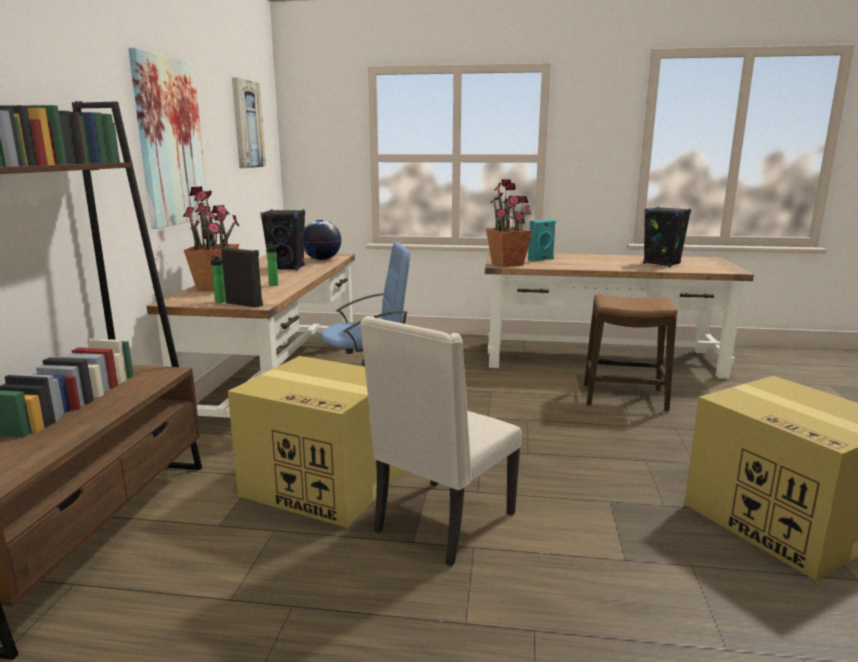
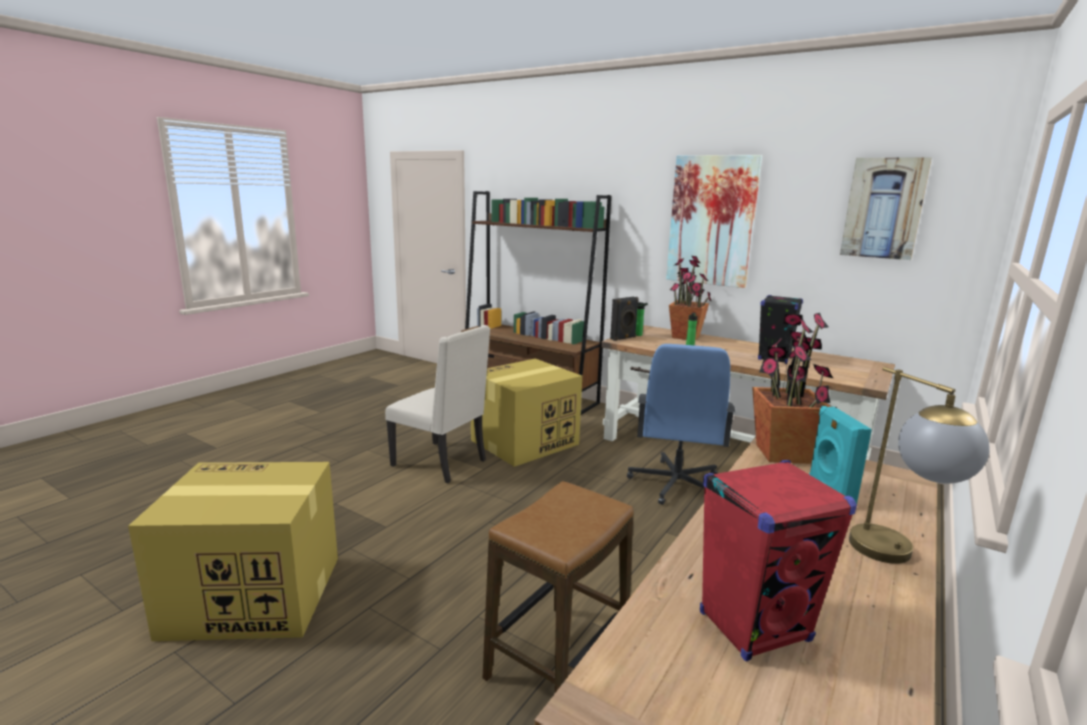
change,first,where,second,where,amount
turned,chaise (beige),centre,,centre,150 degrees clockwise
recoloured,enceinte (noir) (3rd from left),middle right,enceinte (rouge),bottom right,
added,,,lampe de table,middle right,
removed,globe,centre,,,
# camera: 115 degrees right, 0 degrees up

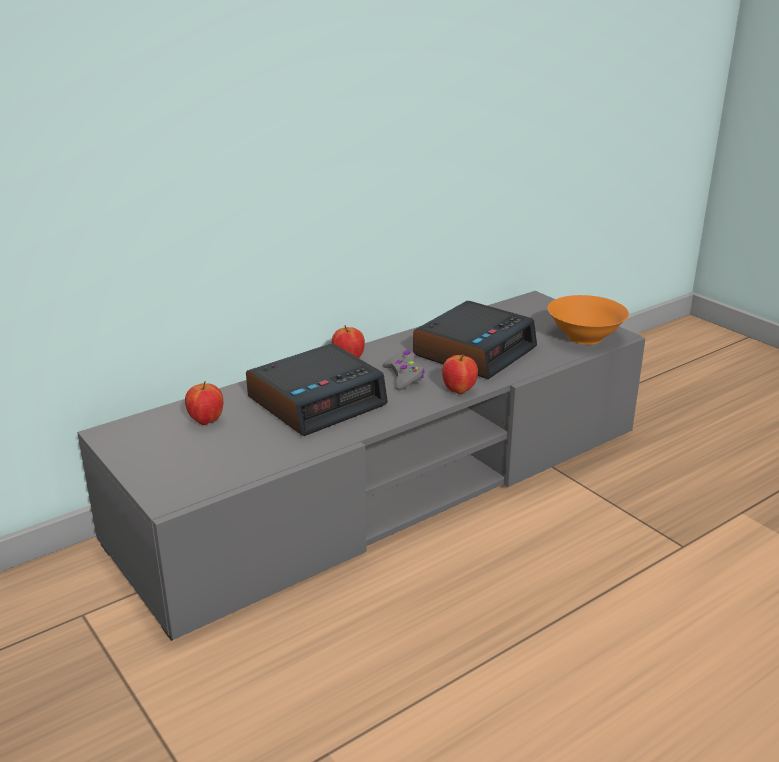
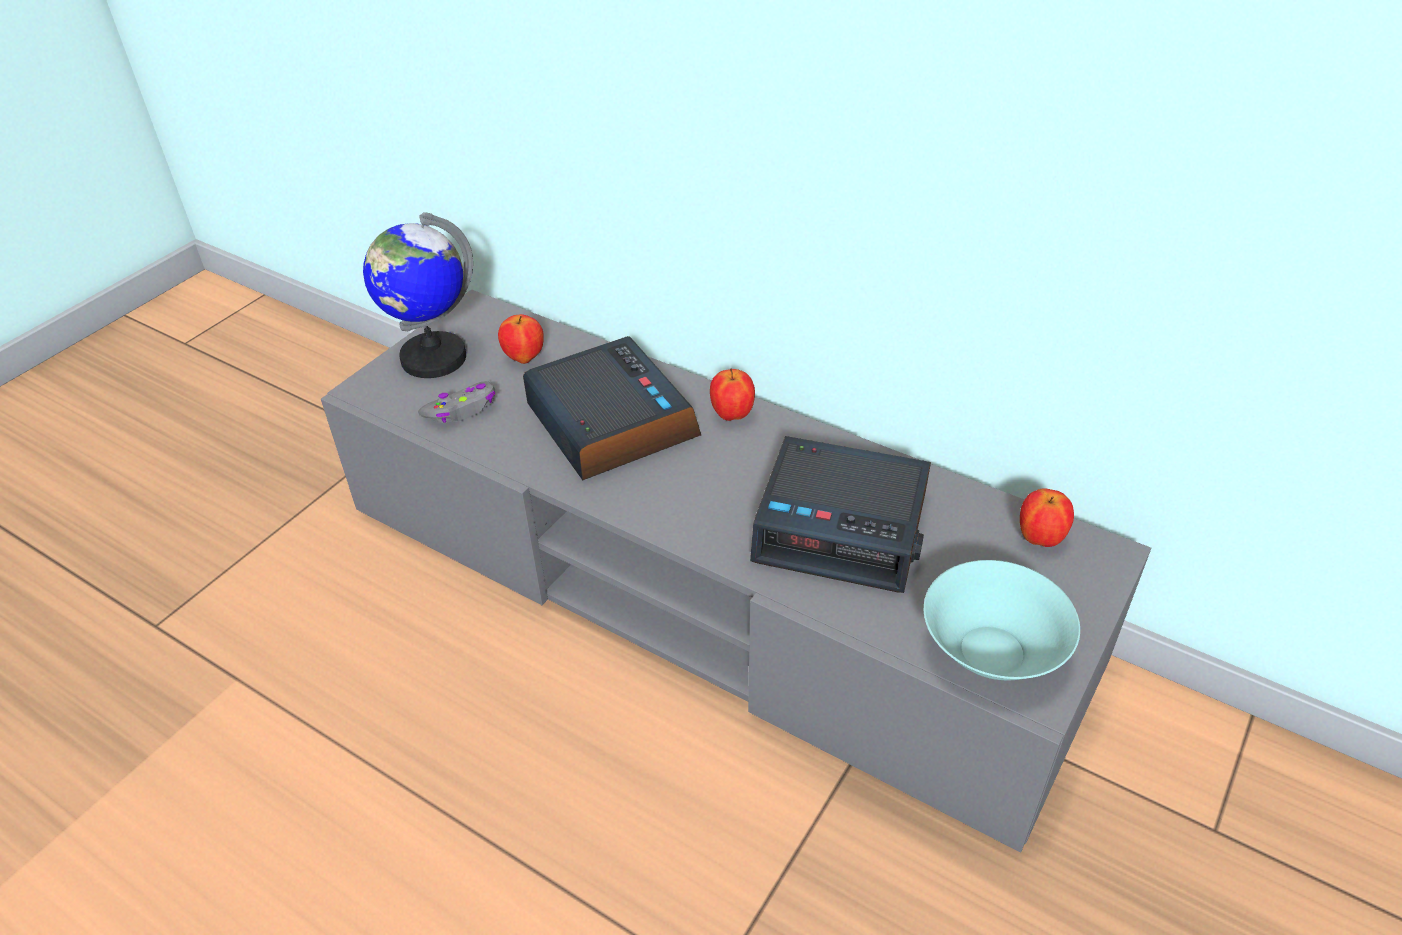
change,first,where,second,where,amount
added,,,globe,top left,
moved,manette (gris),centre,,middle left,
turned,réveil (1st from left),centre,,centre,150 degrees counterclockwise
recoloured,bol (orange),middle right,bol (turquoise),middle right,
moved,pomme (3rd from left),centre,,middle right,
# camera: 70 degrees right, 15 degrees up

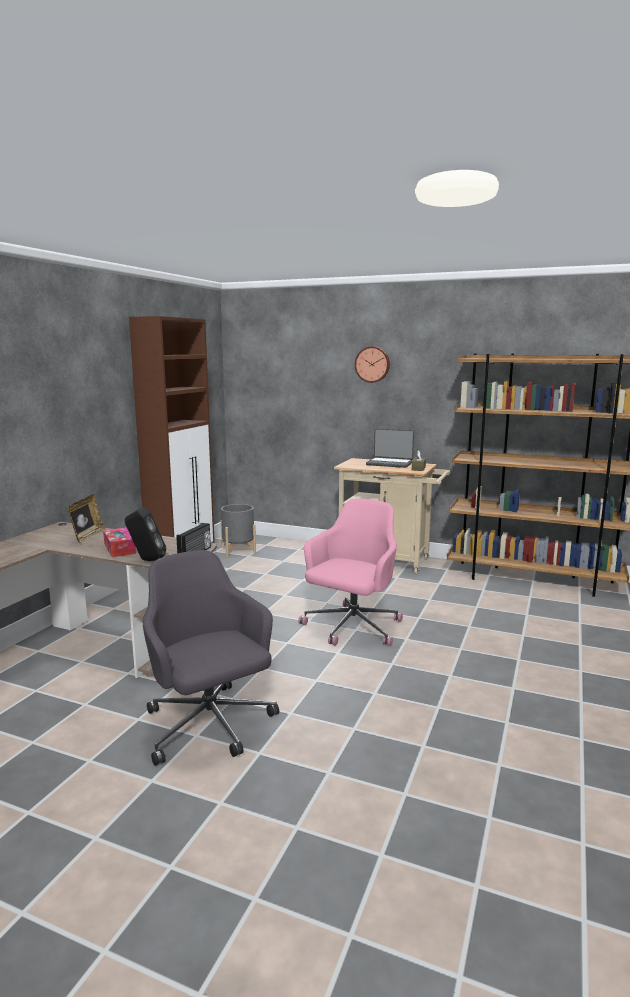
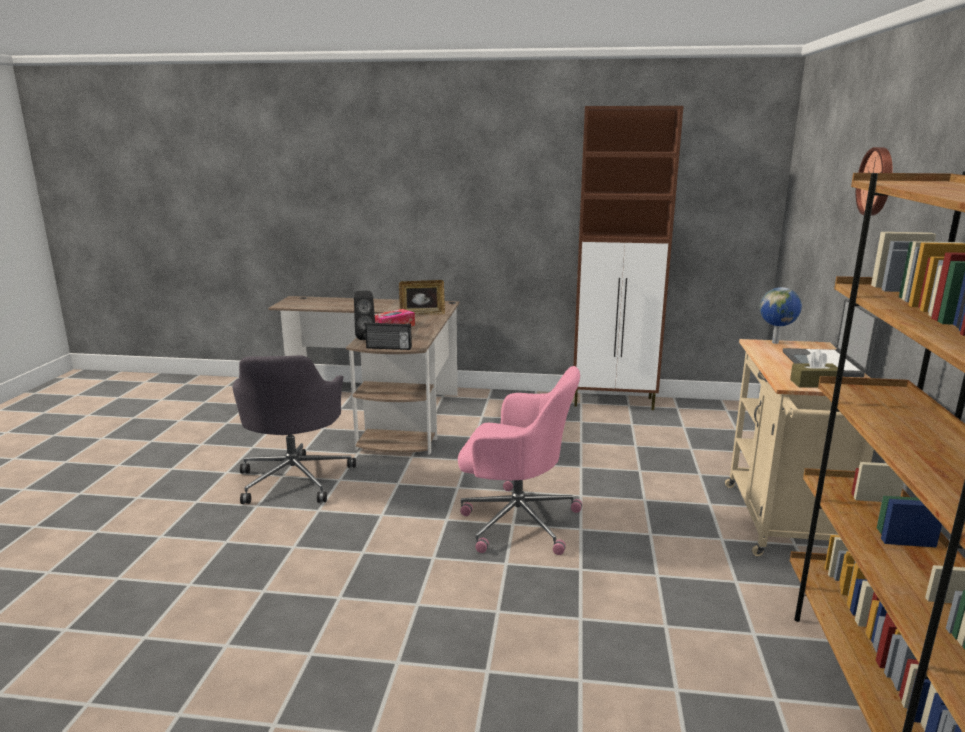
change,first,where,second,where,amount
turned,chaise de bureau (gris),centre,,middle left,135 degrees clockwise
added,,,globe,middle right,
removed,cache-pot (gris),centre,,,
# camera: 75 degrees right, 5 degrees up

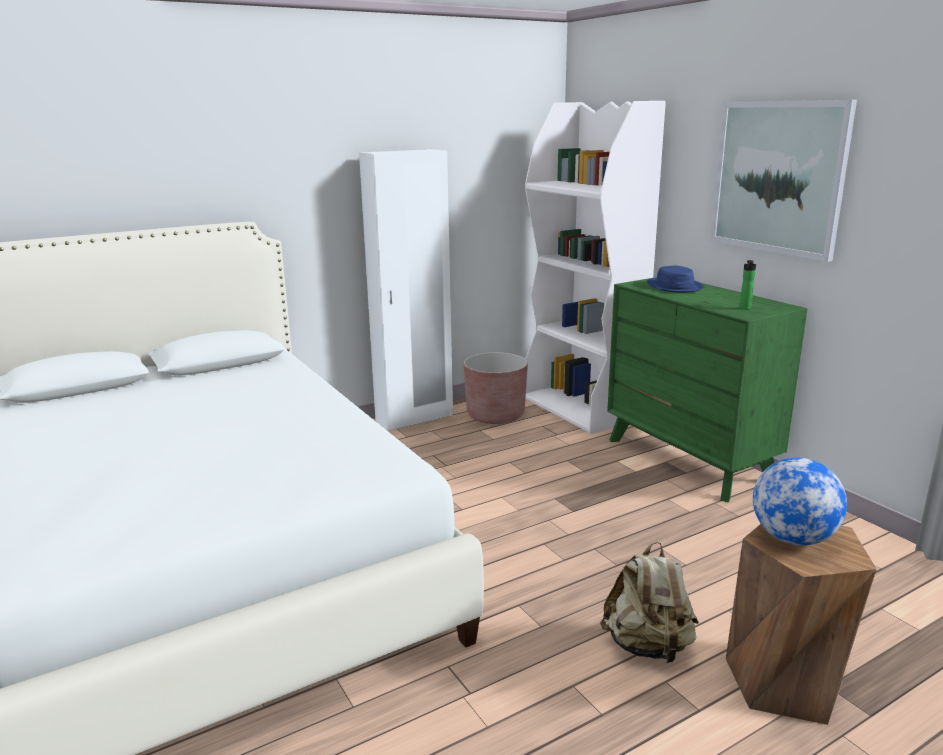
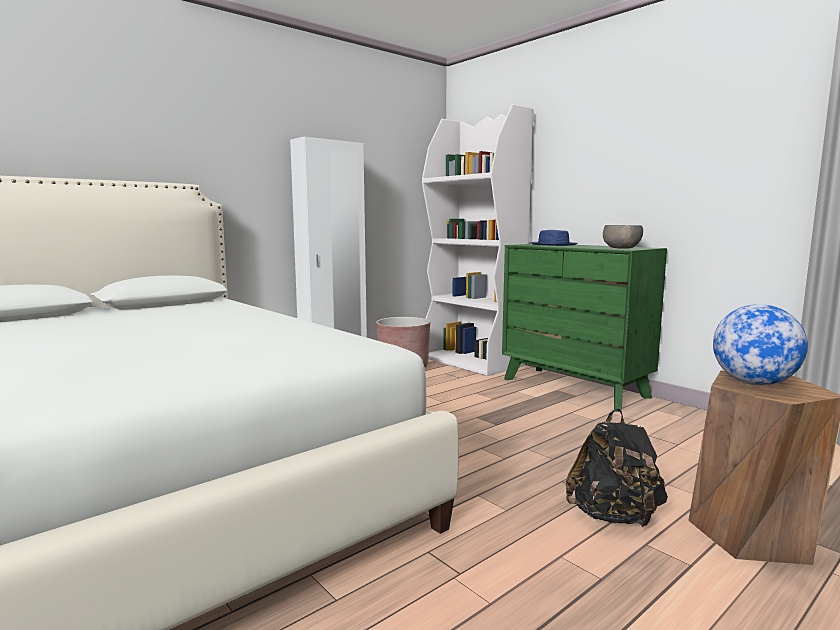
change,first,where,second,where,amount
recoloured,sac à dos (beige),bottom right,sac à dos (noir),bottom right,
replaced,bouteille,middle right,bol (gris),middle right,
removed,tableau,top right,,,
# camera: 10 degrees left, 10 degrees down

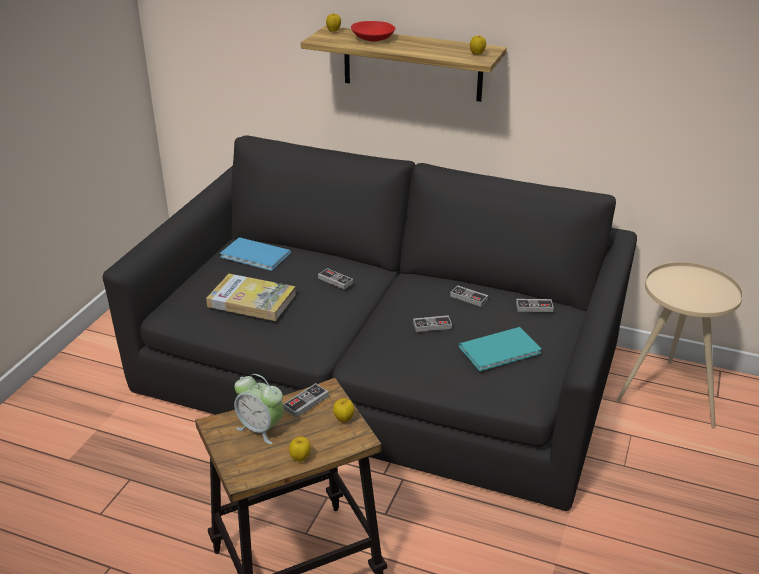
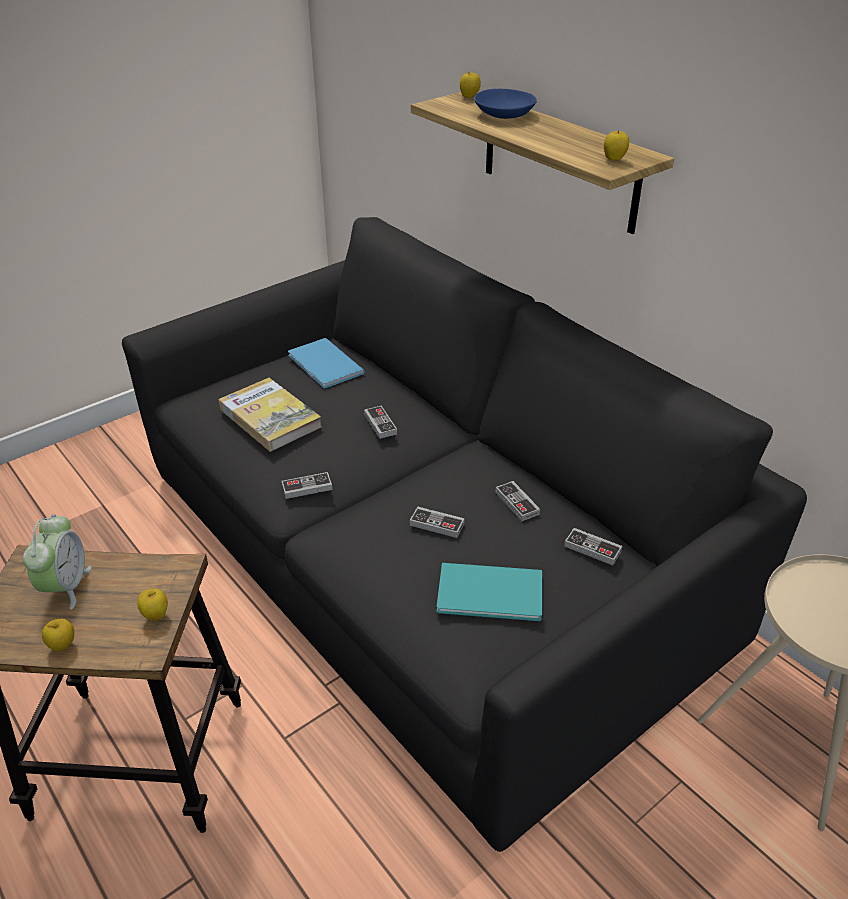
change,first,where,second,where,amount
turned,réveil,bottom centre,,middle left,150 degrees counterclockwise
moved,manette (1st from left),bottom centre,,centre,
recoloured,bol (rouge),top centre,bol (bleu),top centre,
# camera: 30 degrees right, 5 degrees up

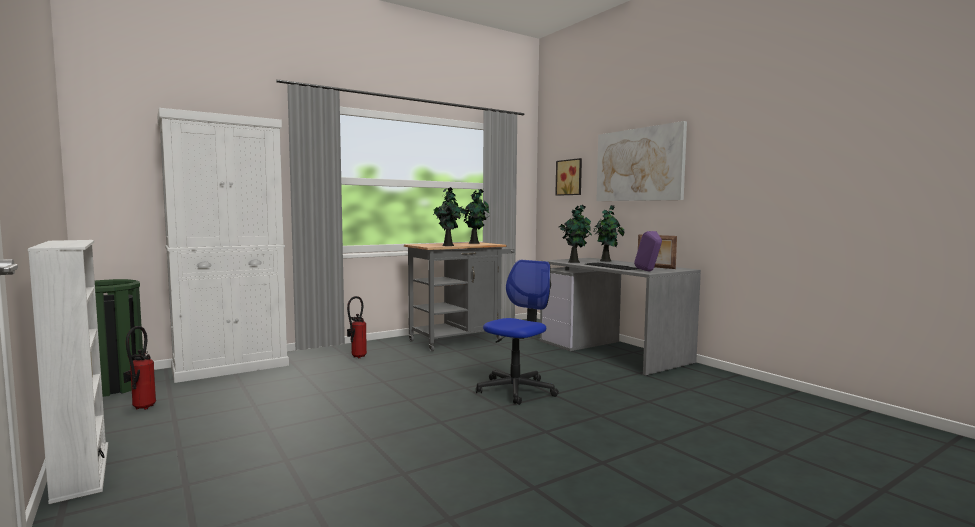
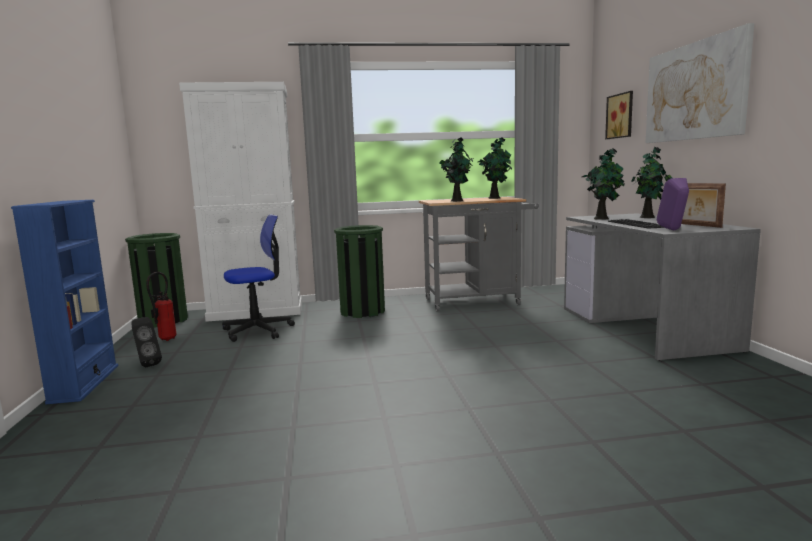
change,first,where,second,where,amount
recoloured,bibliothèque (blanc),bottom left,bibliothèque (bleu),middle left,
added,,,enceinte (noir),middle left,
moved,chaise de bureau,centre,,middle left,
replaced,extincteur (2nd from left),centre,poubelle (vert) (2nd from left),centre,
# camera: 25 degrees right, 5 degrees up

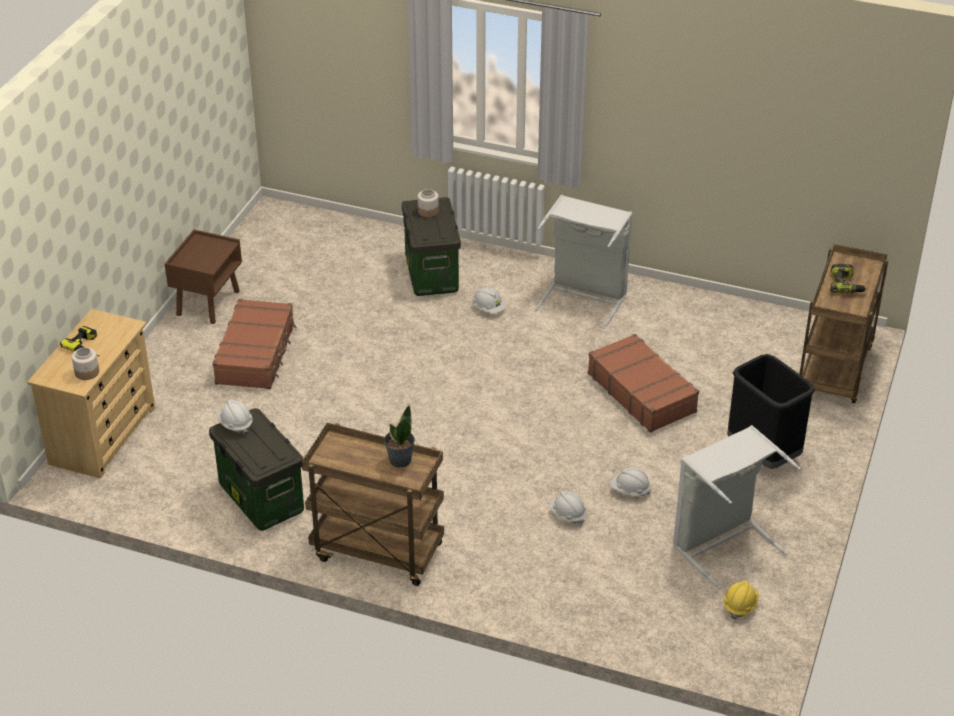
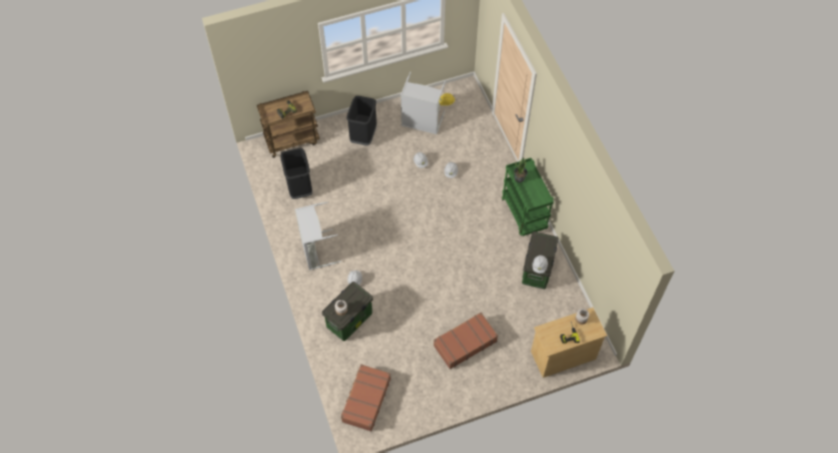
change,first,where,second,where,amount
added,,,poubelle (noir) (1st from left),centre,
moved,valise (marron) (2nd from left in the first image),middle right,valise (marron) (1st from left),bottom centre,
recoloured,chariot (marron) (1st from left),bottom centre,chariot (vert),centre,
removed,table de chevet (marron),middle left,,,
# camera: 130 degrees left, 20 degrees up

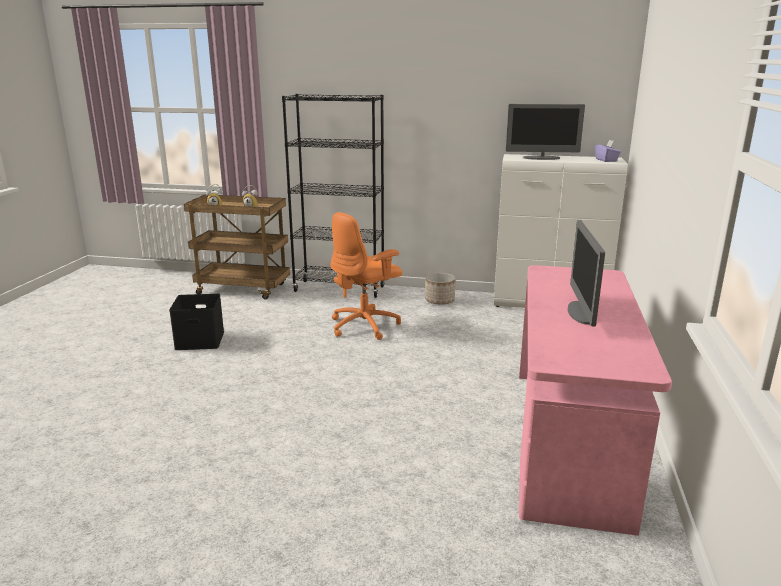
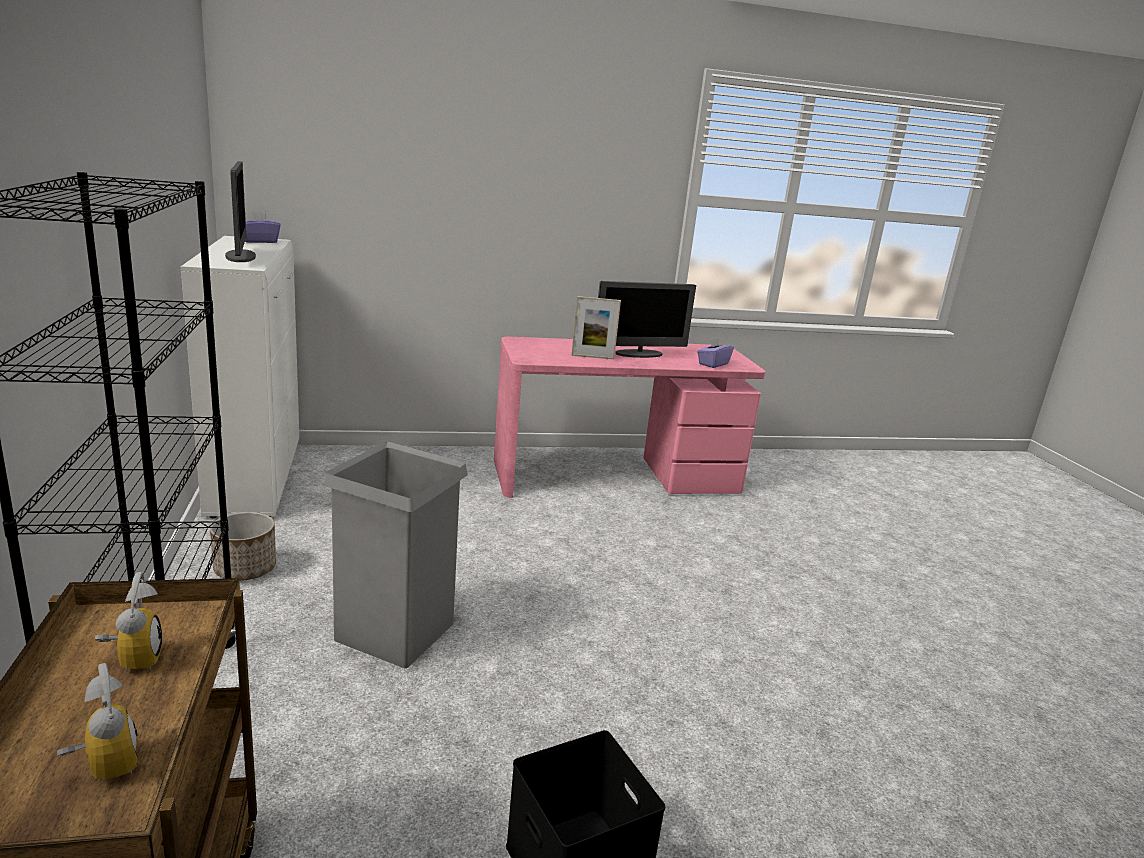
change,first,where,second,where,amount
replaced,chaise de bureau (orange),centre,poubelle (gris),centre,
added,,,cadre photo,centre,
added,,,boîte à mouchoirs (violet) (2nd from left),centre,
# camera: 115 degrees left, 0 degrees up

